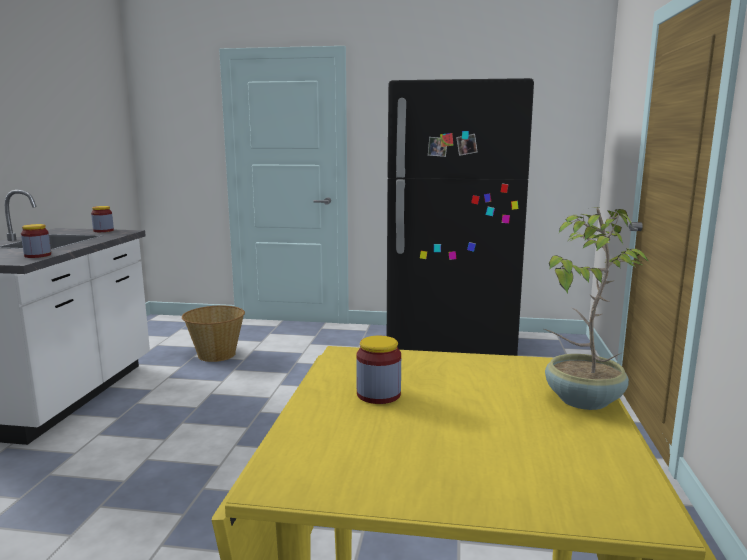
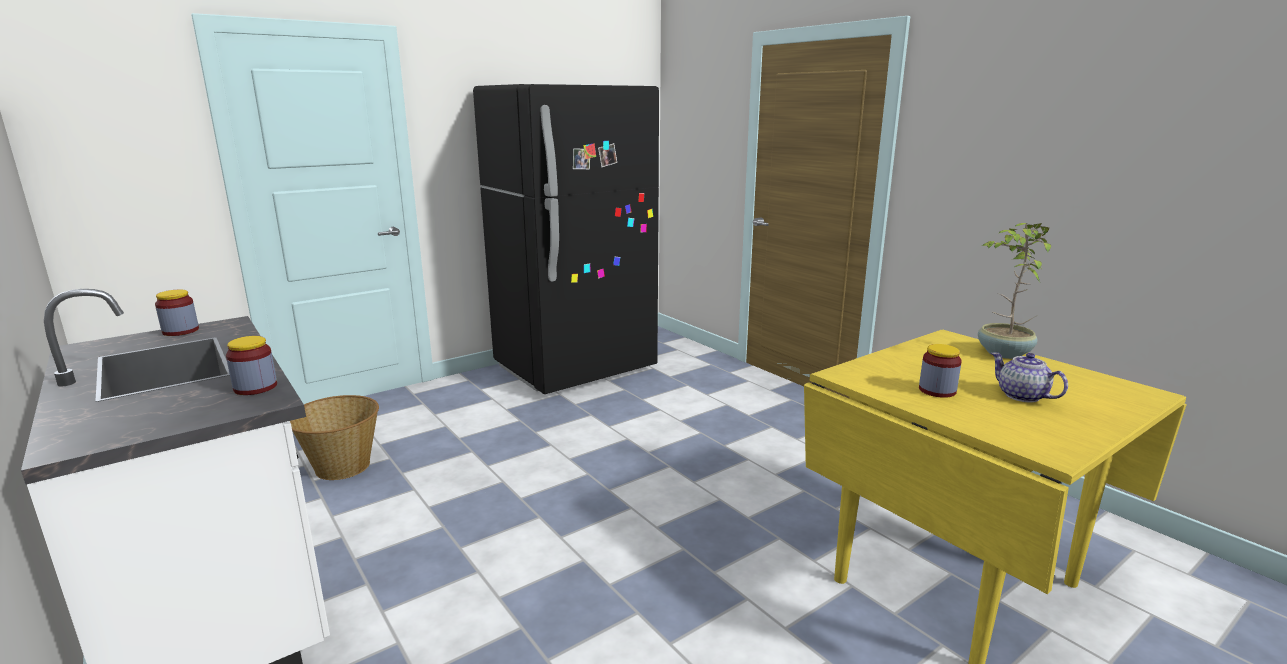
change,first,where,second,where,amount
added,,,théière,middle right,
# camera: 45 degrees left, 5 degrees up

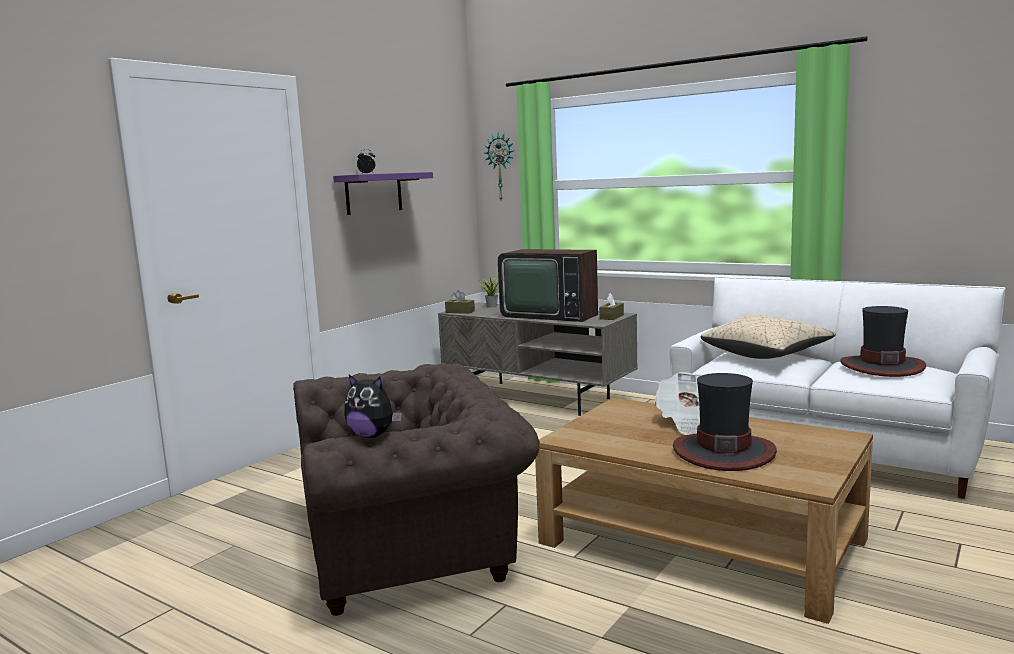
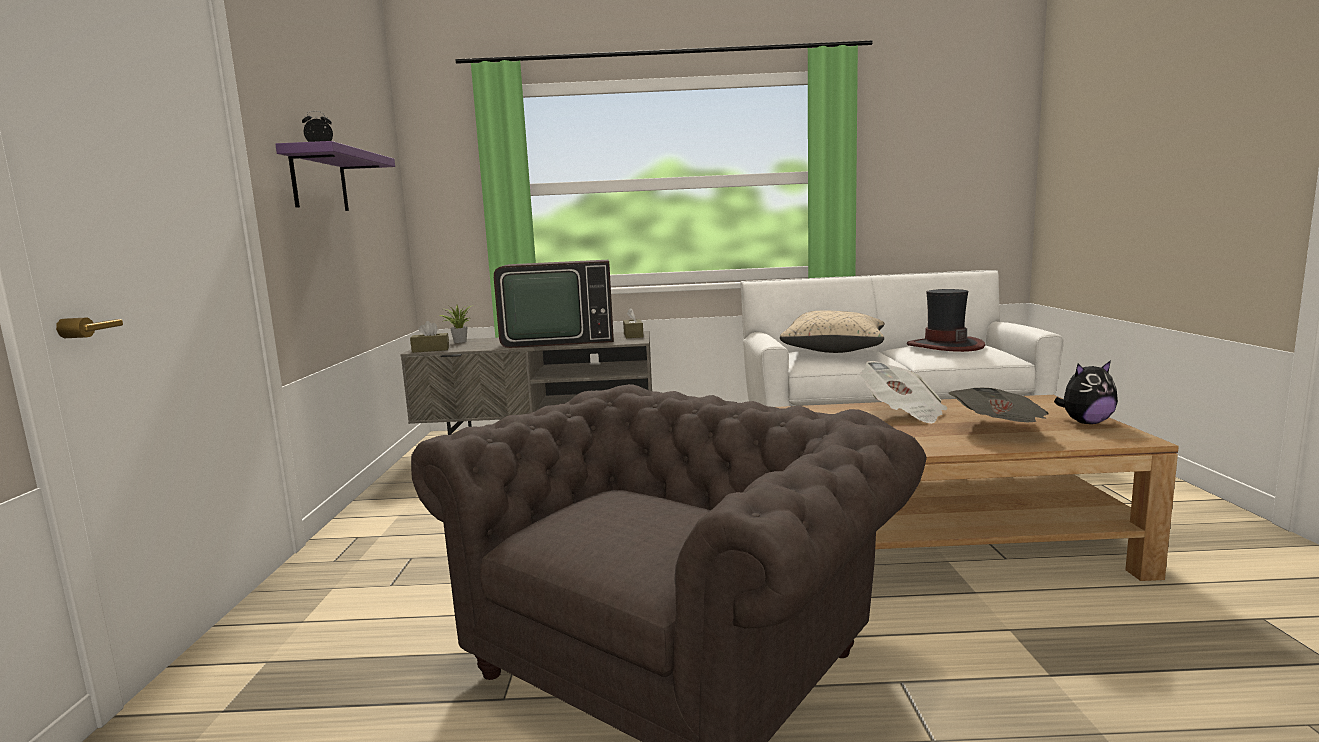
change,first,where,second,where,amount
replaced,chapeau (1st from left),middle right,journal (2nd from left),middle right,
moved,peluche,centre,,middle right,
removed,horloge murale,top centre,,,
# camera: 35 degrees left, 0 degrees up

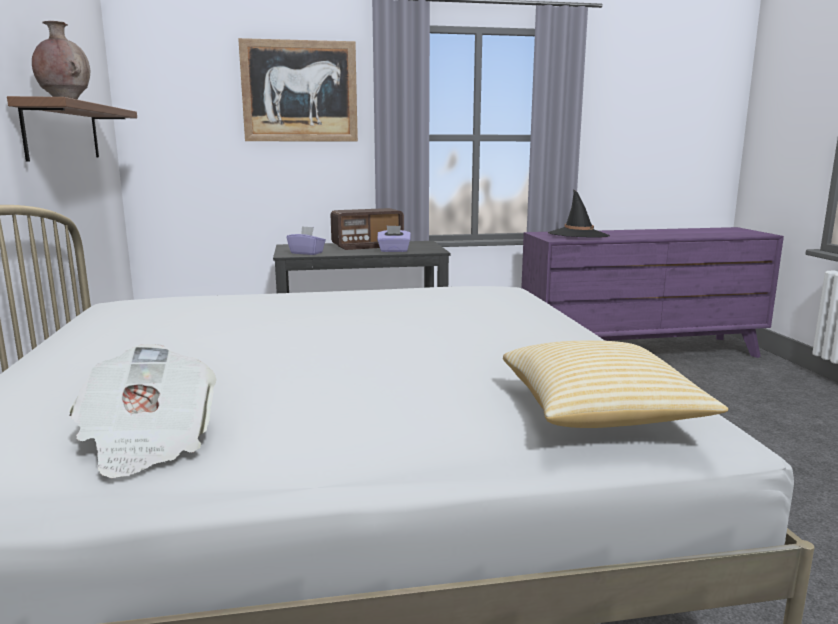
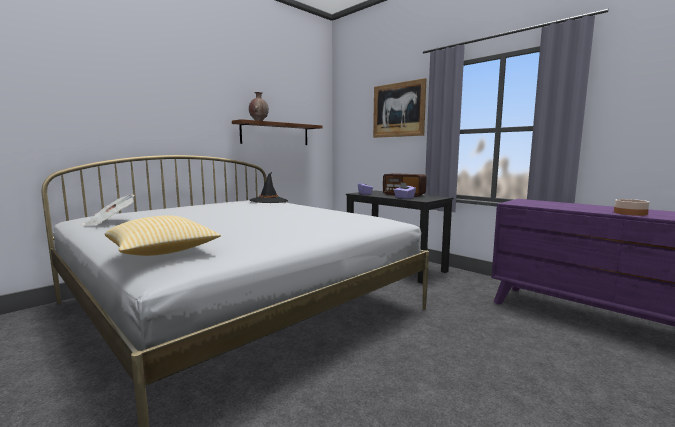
change,first,where,second,where,amount
moved,chapeau (noir),middle right,,centre,
added,,,bol,middle right,
# camera: 55 degrees right, 5 degrees down

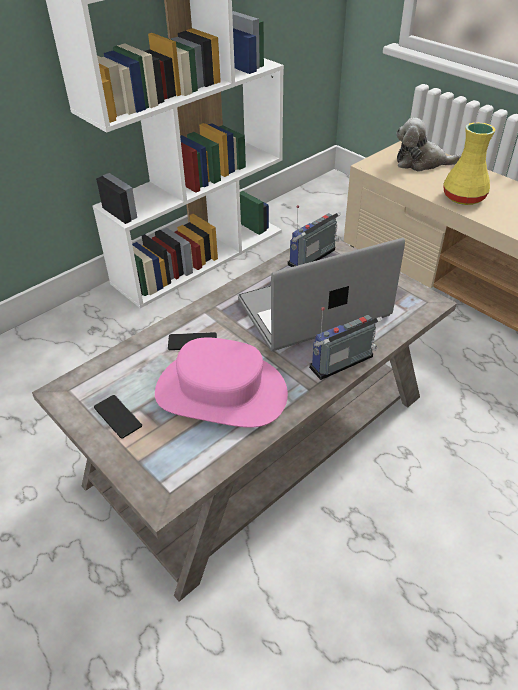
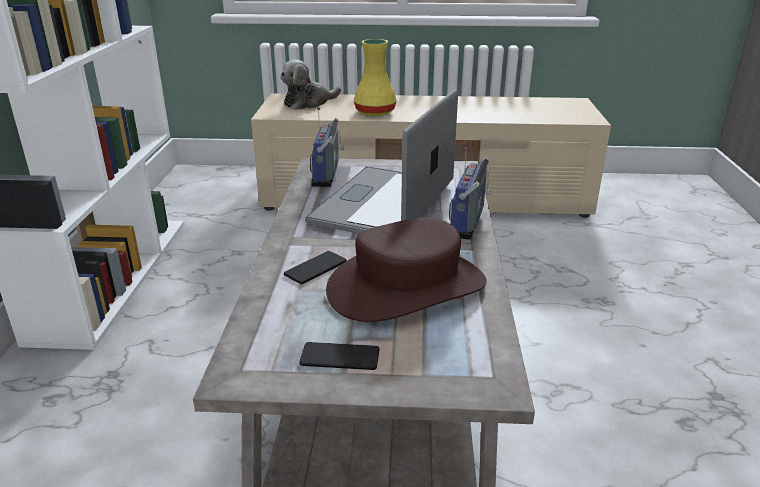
change,first,where,second,where,amount
recoloured,chapeau (rose),centre,chapeau (marron),centre,
# camera: 45 degrees left, 15 degrees down

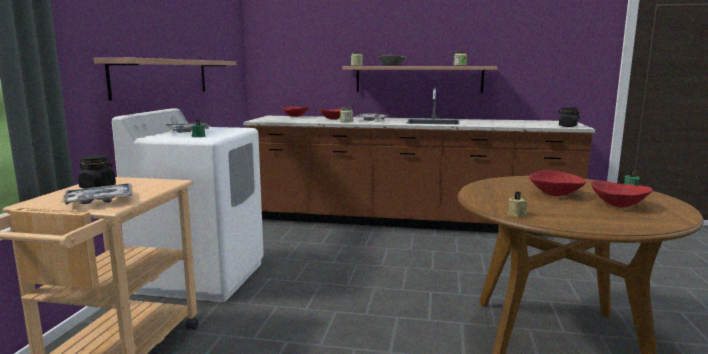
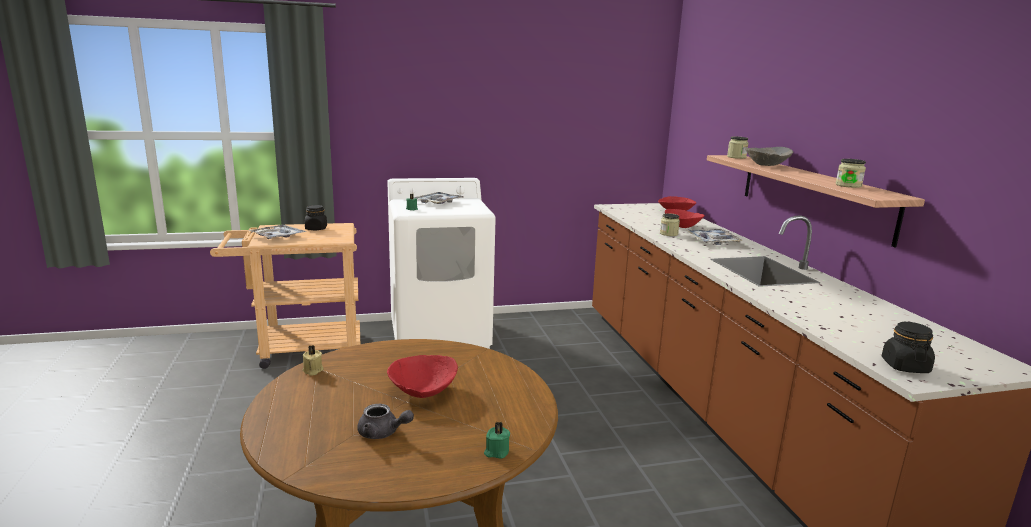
change,first,where,second,where,amount
replaced,bol (rouge) (4th from left),middle right,théière (gris),bottom centre,
removed,étagère (1st from left),top left,,,
# camera: 65 degrees right, 5 degrees up

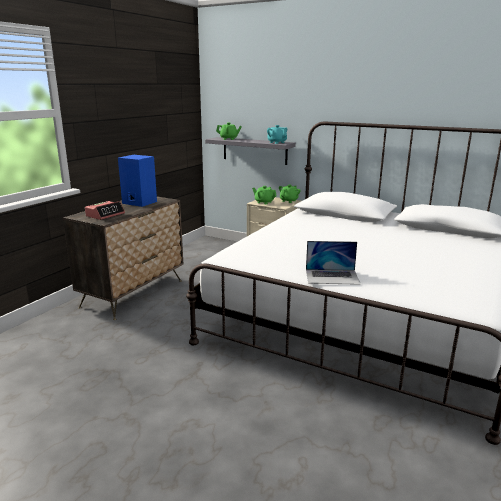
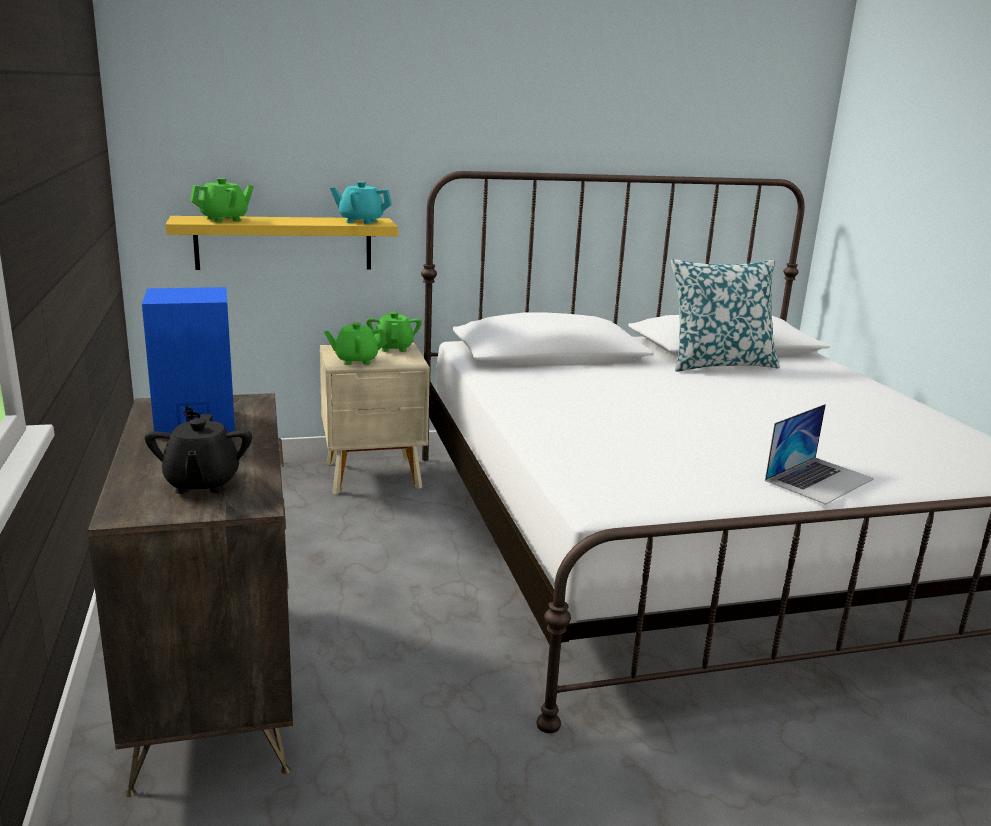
change,first,where,second,where,amount
replaced,réveil,middle left,théière (noir),middle left,
recoloured,étagère (gris),top centre,étagère (jaune),top left,
added,,,coussin,middle right,
# camera: 45 degrees left, 0 degrees up

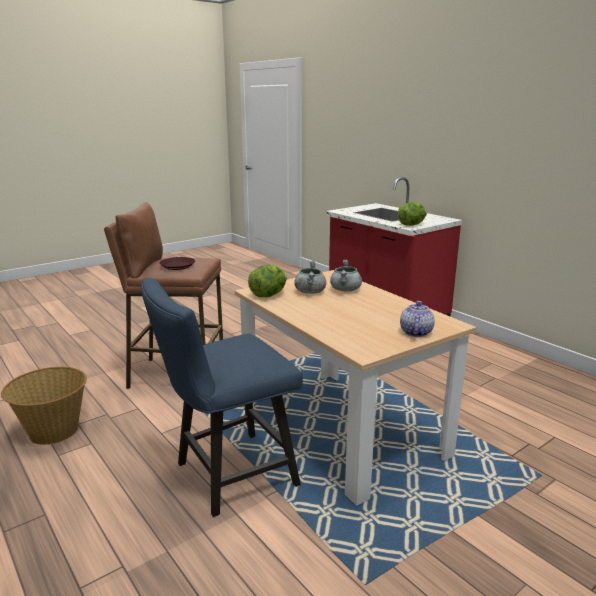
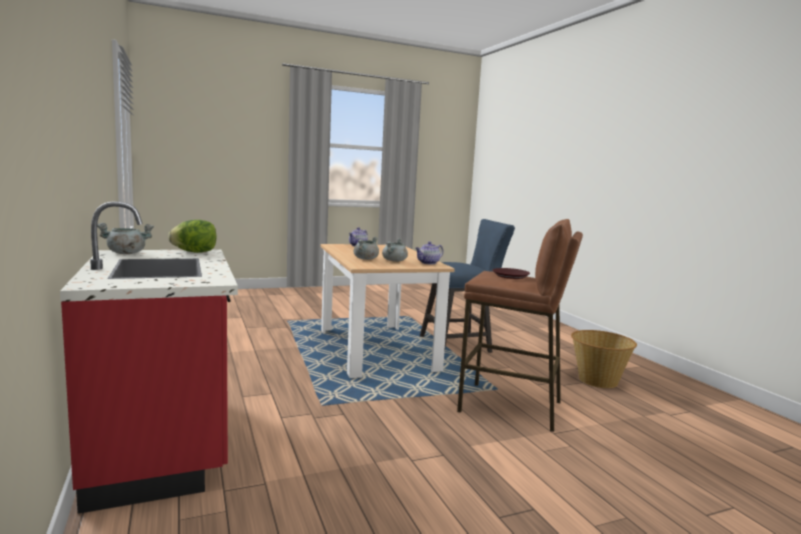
change,first,where,second,where,amount
added,,,marmite (gris) (1st from left),middle left,
replaced,laitue (1st from left),centre,théière (2nd from left),centre,
# camera: 165 degrees left, 10 degrees down

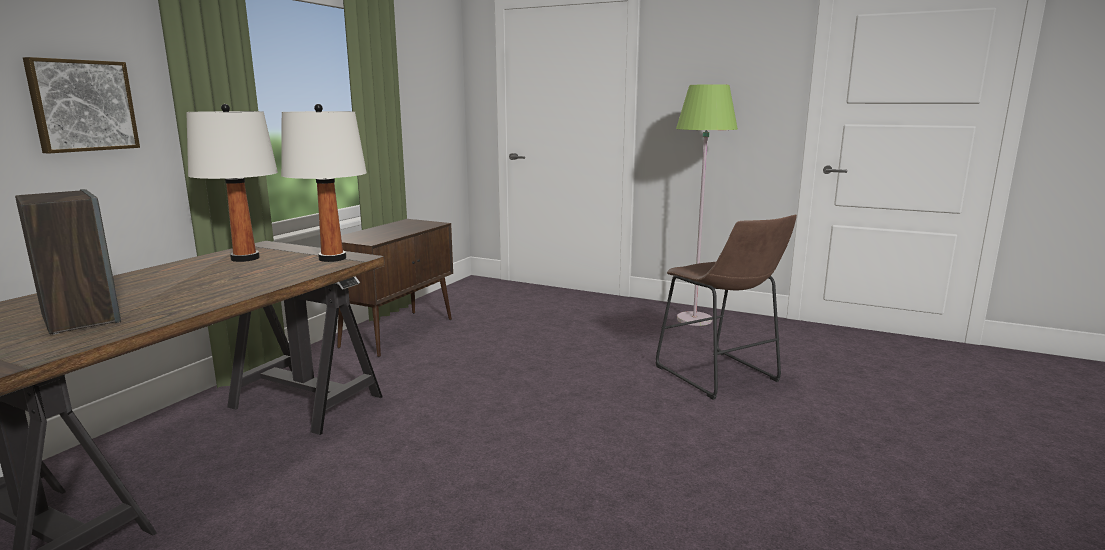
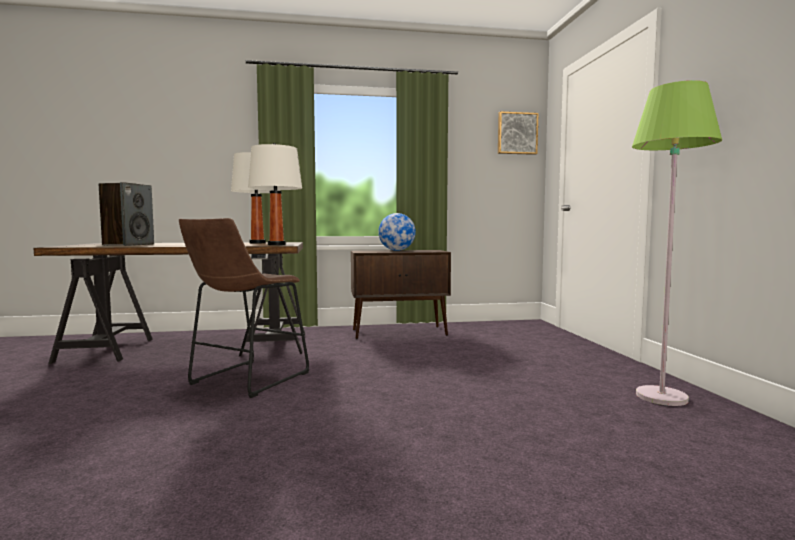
change,first,where,second,where,amount
moved,tabouret (marron),centre,,middle left,
added,,,globe,centre,
moved,tableau,top left,,top centre,
# camera: 55 degrees right, 10 degrees down

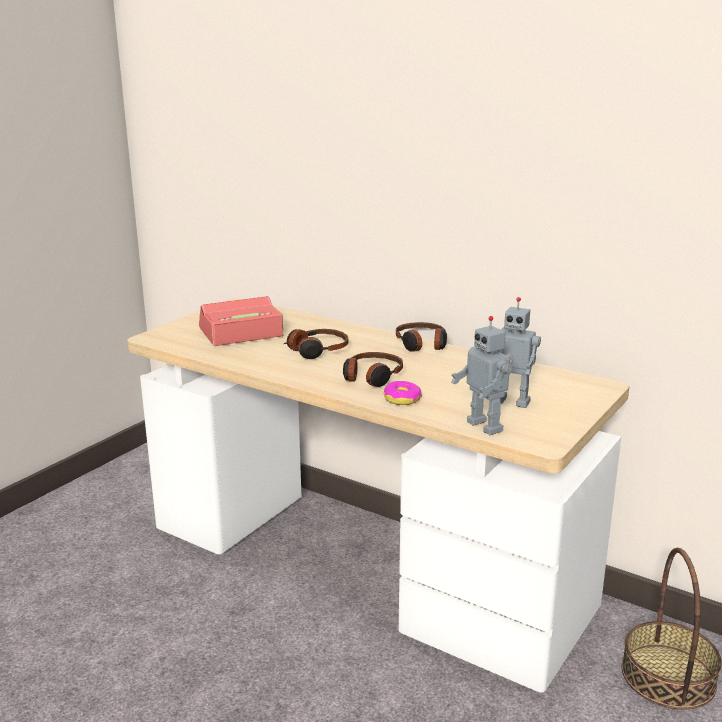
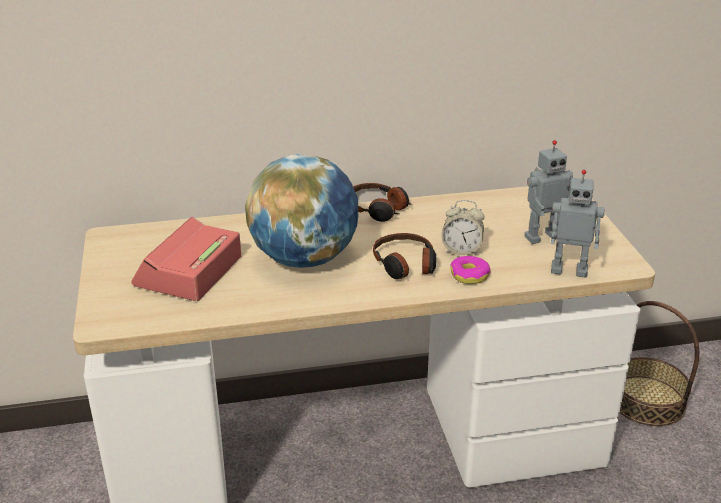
change,first,where,second,where,amount
replaced,casque audio (1st from left),centre,globe,centre,
added,,,réveil (2nd from left),centre,
# camera: 45 degrees left, 10 degrees up

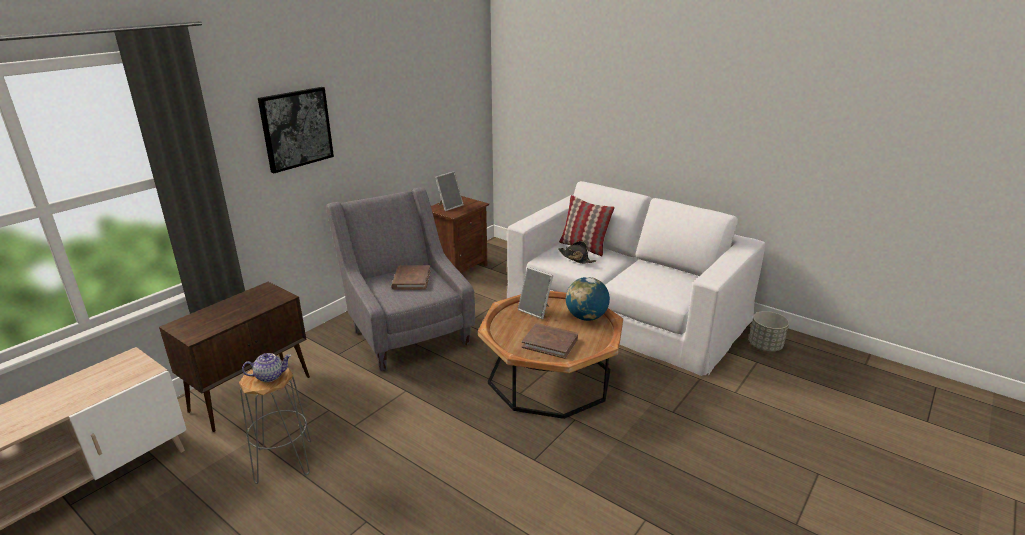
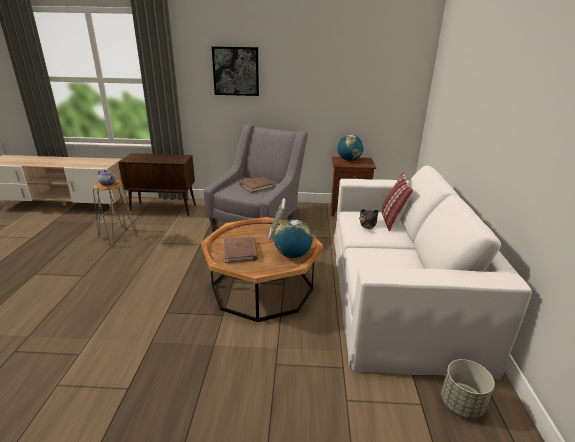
change,first,where,second,where,amount
replaced,cadre photo (1st from left),centre,globe (2nd from left),centre,
# camera: 55 degrees right, 0 degrees up

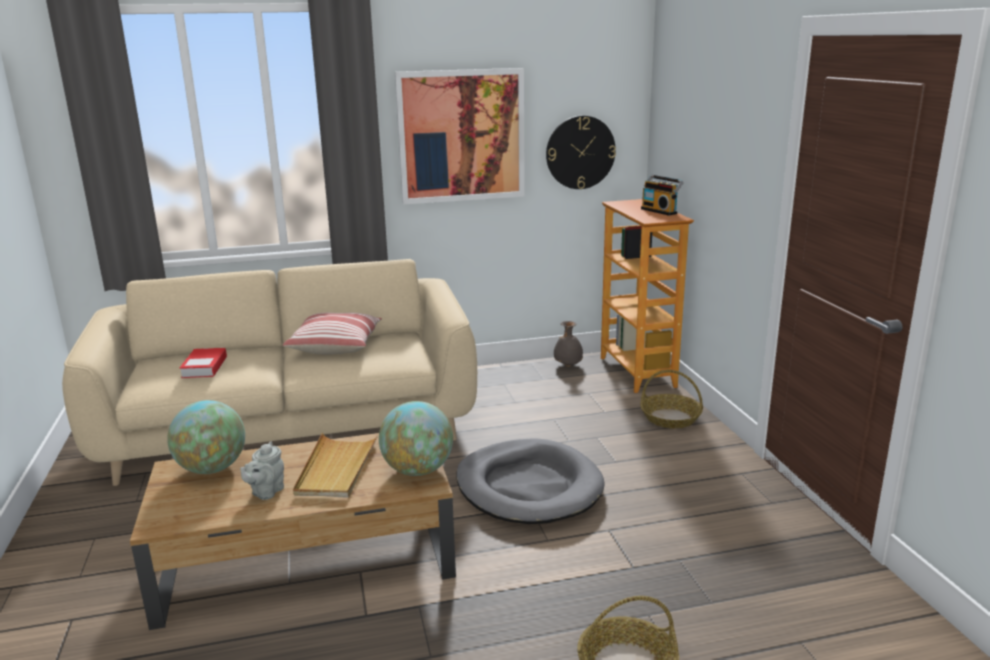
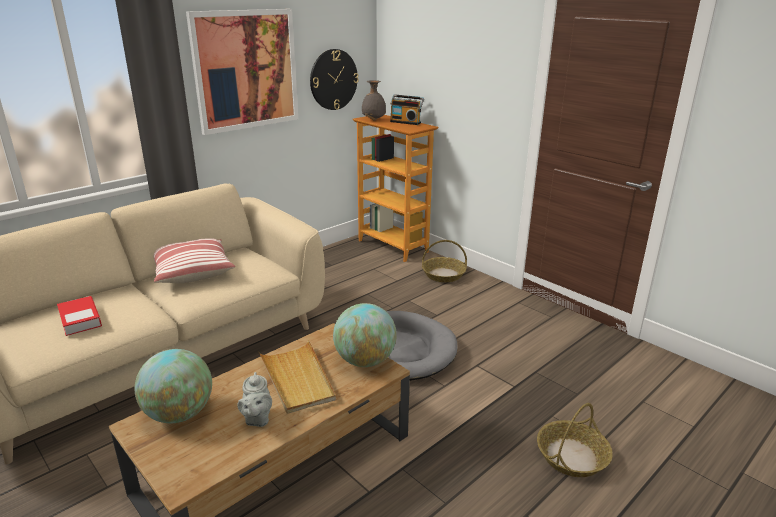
change,first,where,second,where,amount
moved,vase (gris),centre,,top centre,
# camera: 30 degrees left, 5 degrees up

